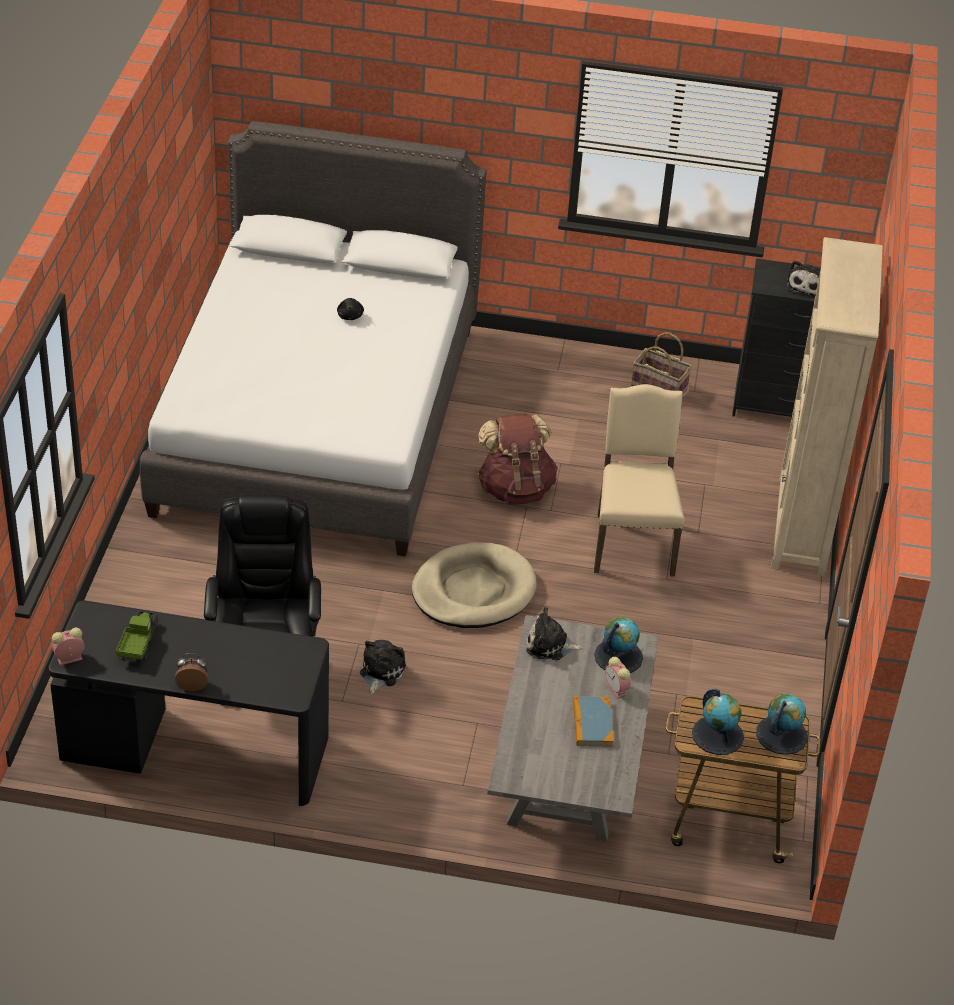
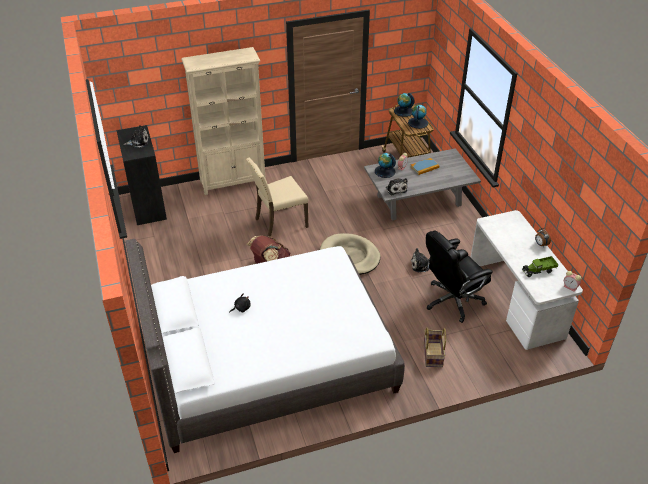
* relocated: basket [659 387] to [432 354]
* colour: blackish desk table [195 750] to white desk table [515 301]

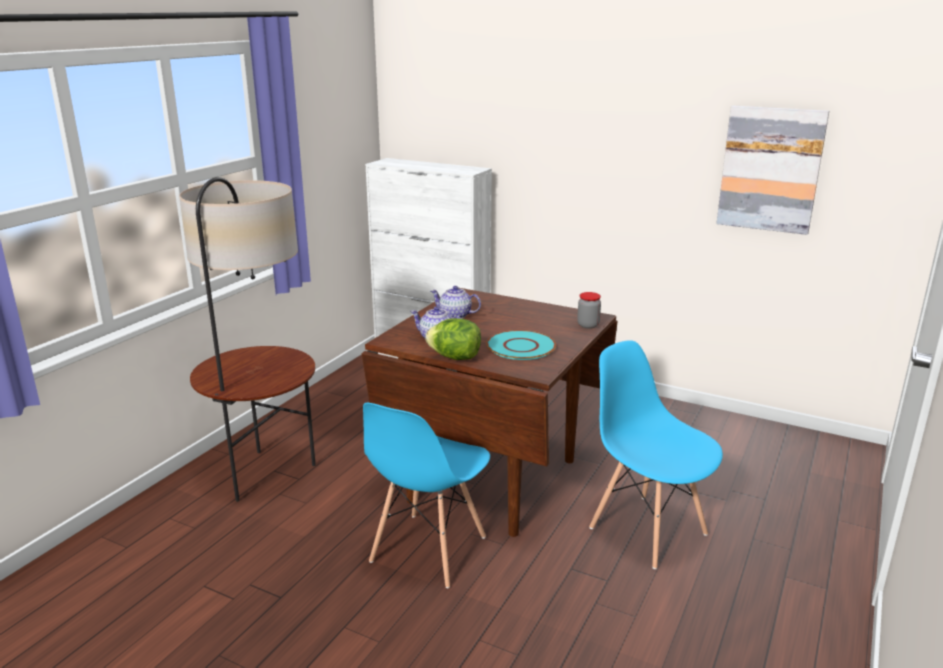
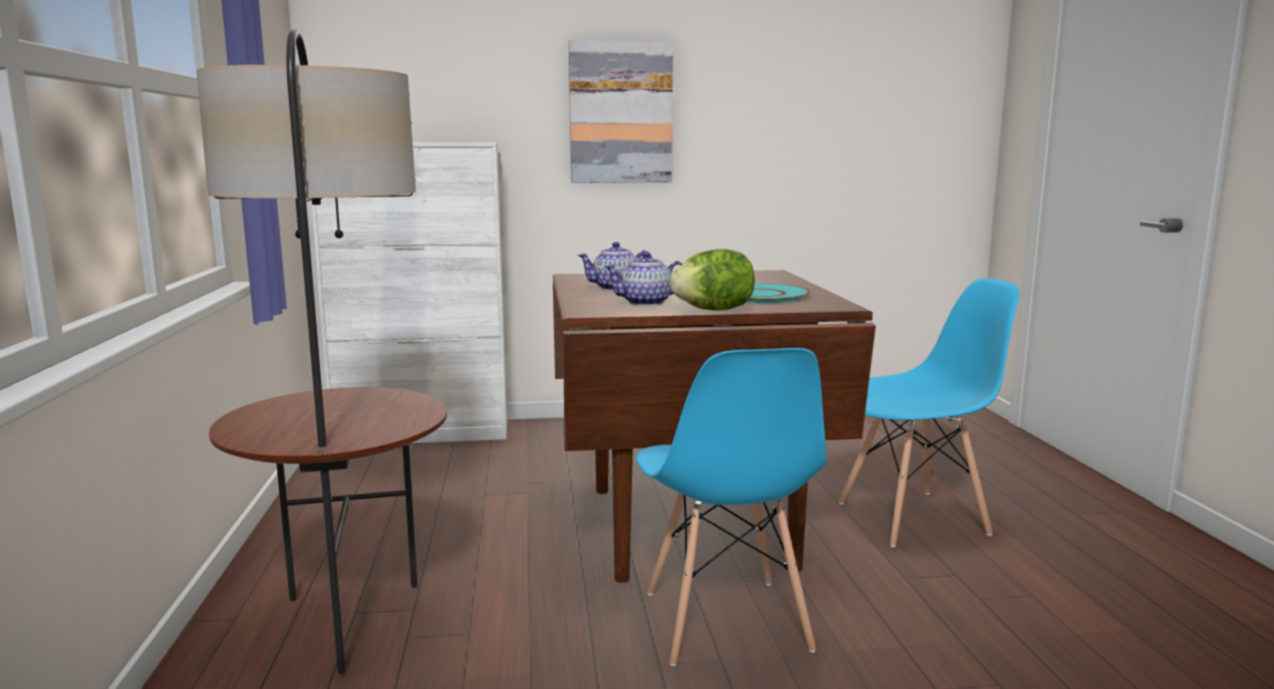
* relocated: wall art [770 169] to [621 113]
* spun: blue chair [647 530] = [914 518] 150 degrees clockwise
* missing: preserve jar [588 325]

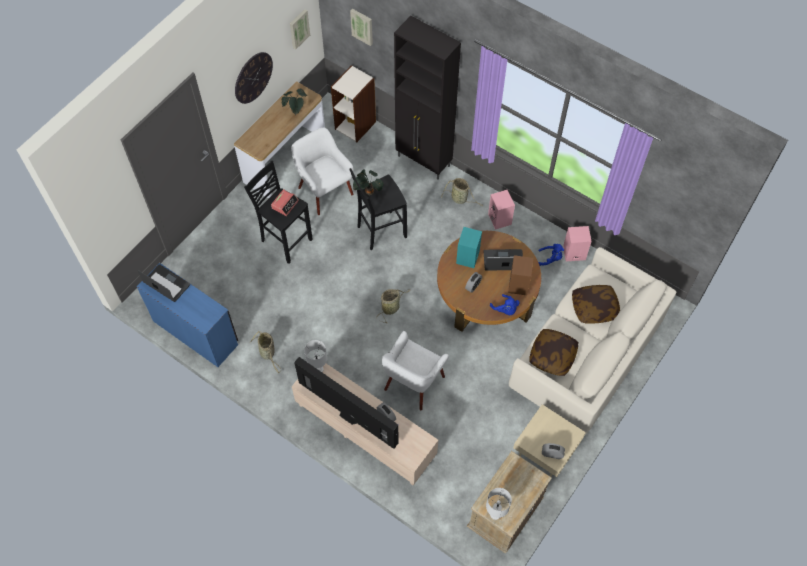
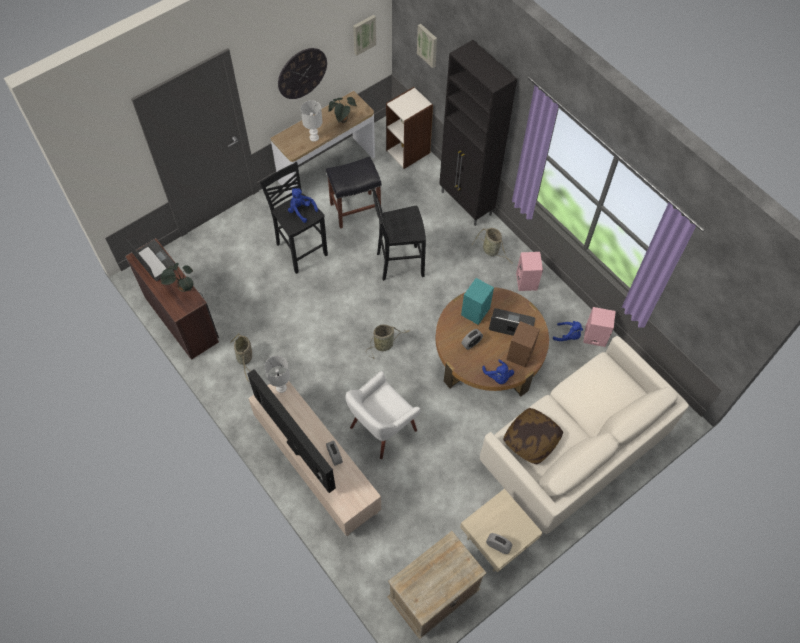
* colour: blue desk table [196 331] to brown desk table [182 318]
* relocated: potted plant [368 192] to [182 289]
* exchanged: table clock [285 204] to blue soft toy [301 210]
* relocated: white table lamp [495 514] to [314 138]
* exchanged: white lounge chair [324 191] to blackish stool seat [356 209]
* missing: throw pillow [594 308]

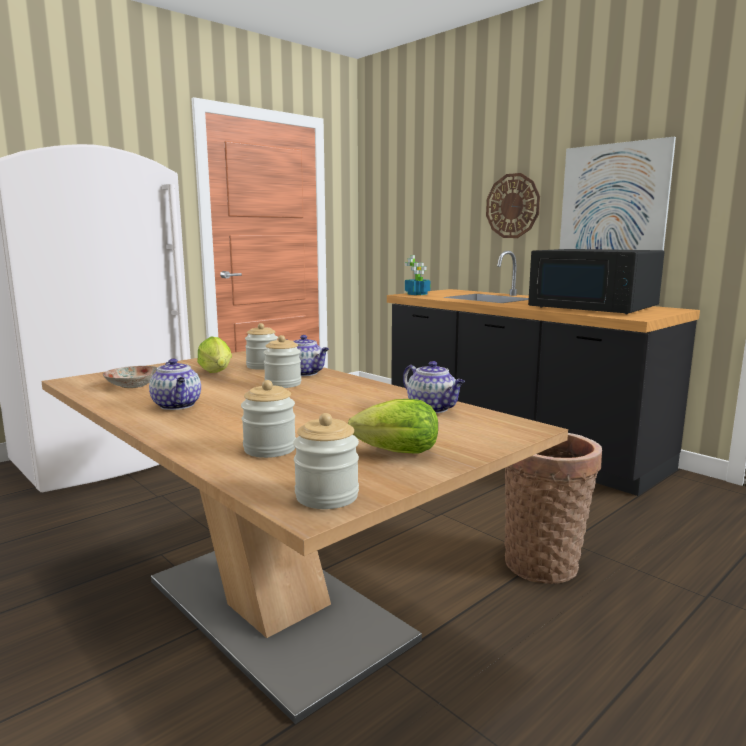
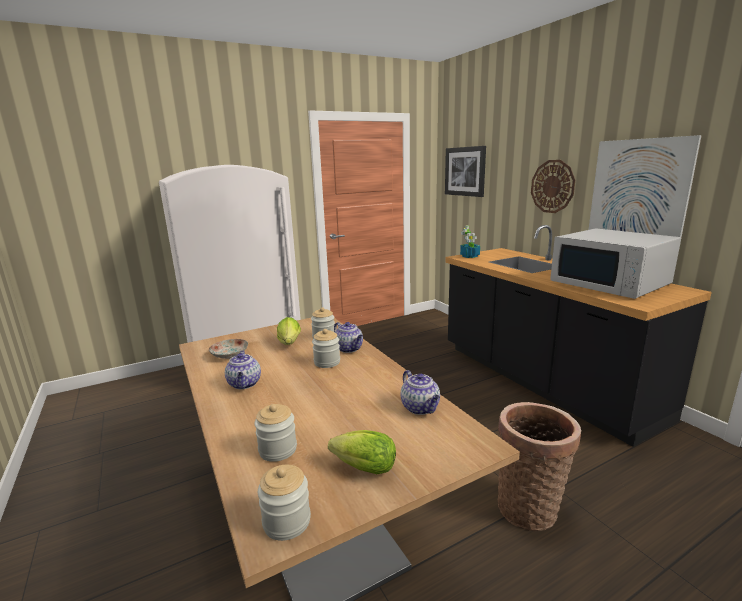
* appeared: wall art [465 171]
* colour: blackish kitchen microwave [594 307] to white kitchen microwave [610 284]

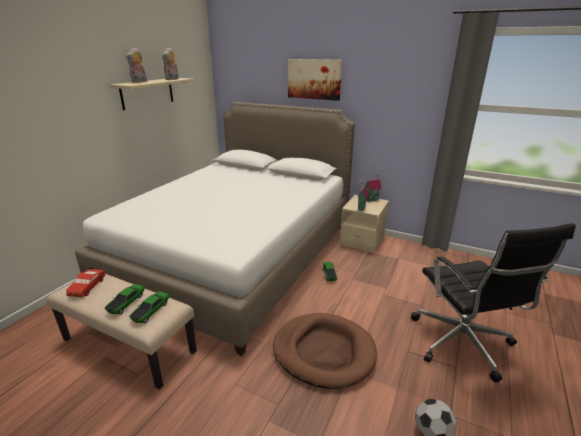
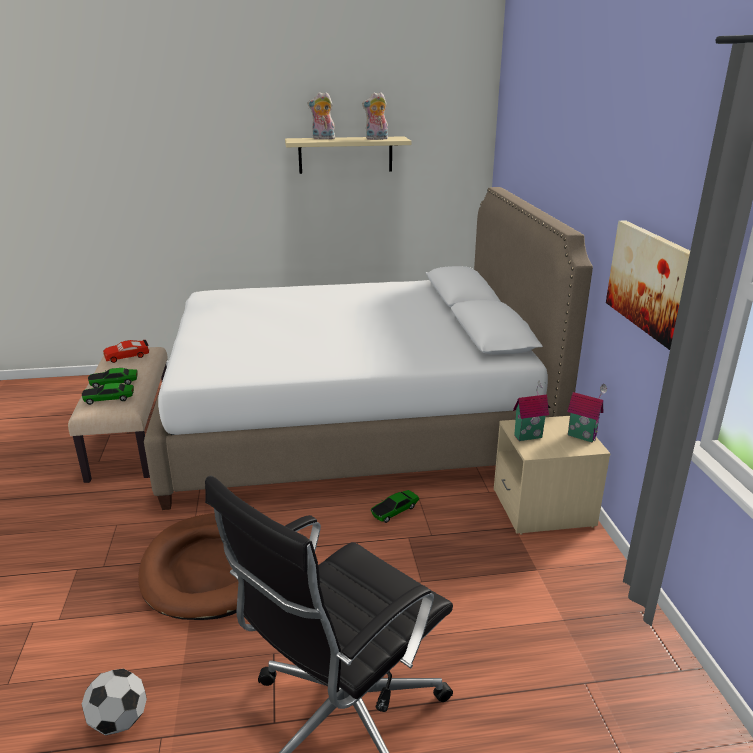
* relocated: wall art [314 79] to [652 282]

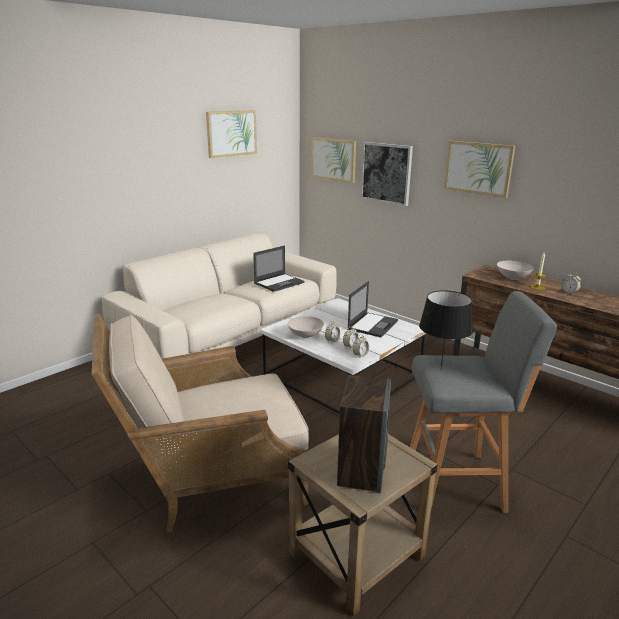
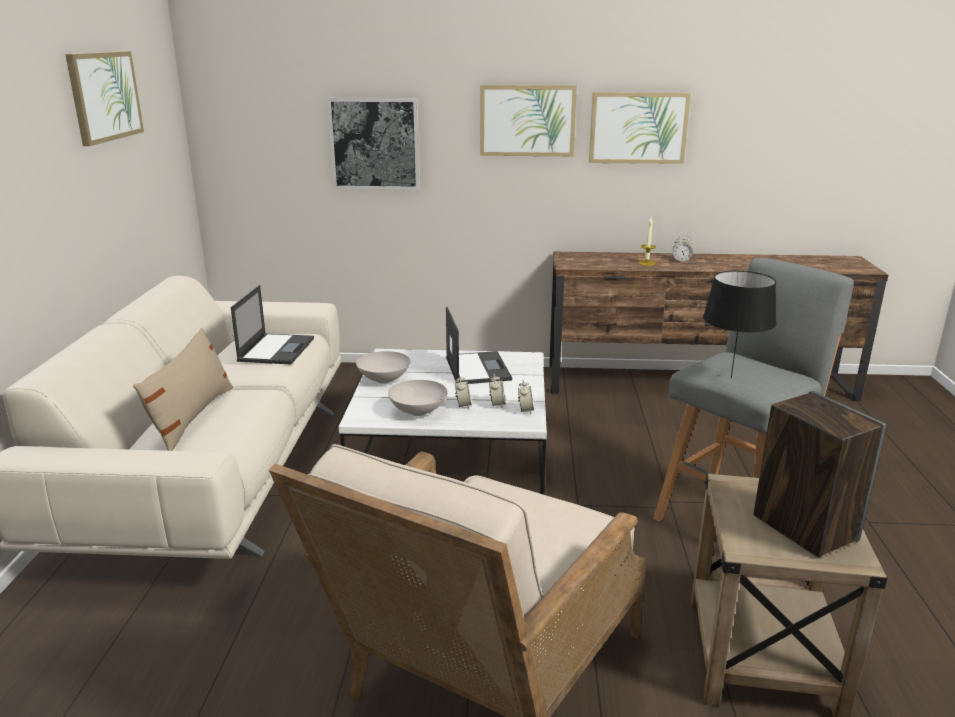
* appeared: sand-coloured throw pillow [192 417]
* relocated: white bowl [512 278] to [383 380]
* relocated: wall art [334 159] to [638 128]

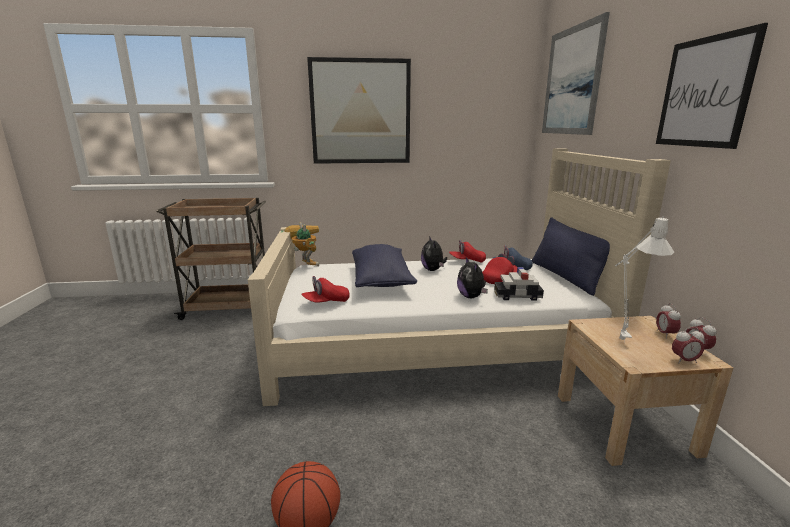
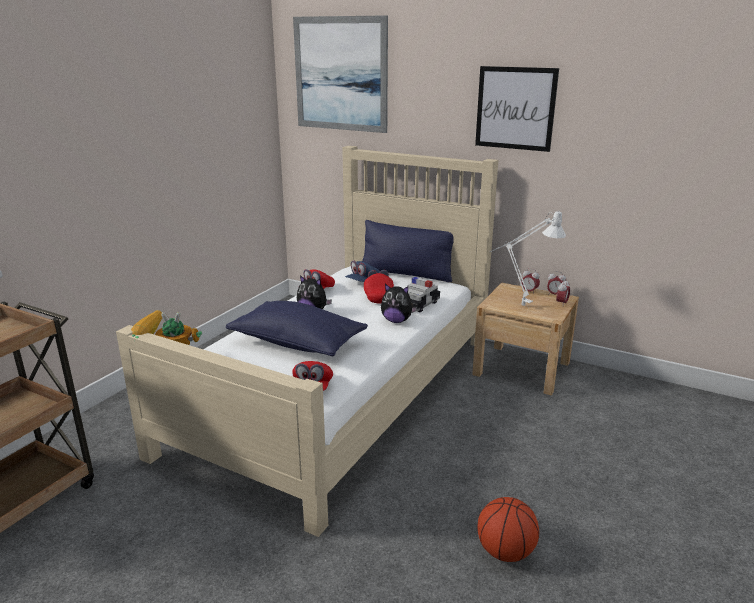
* missing: wall art [360 112]

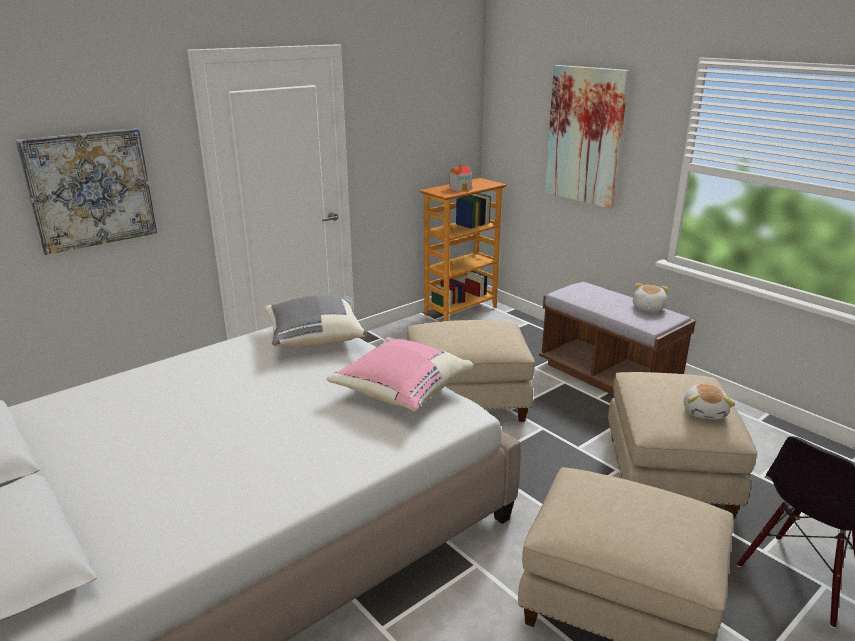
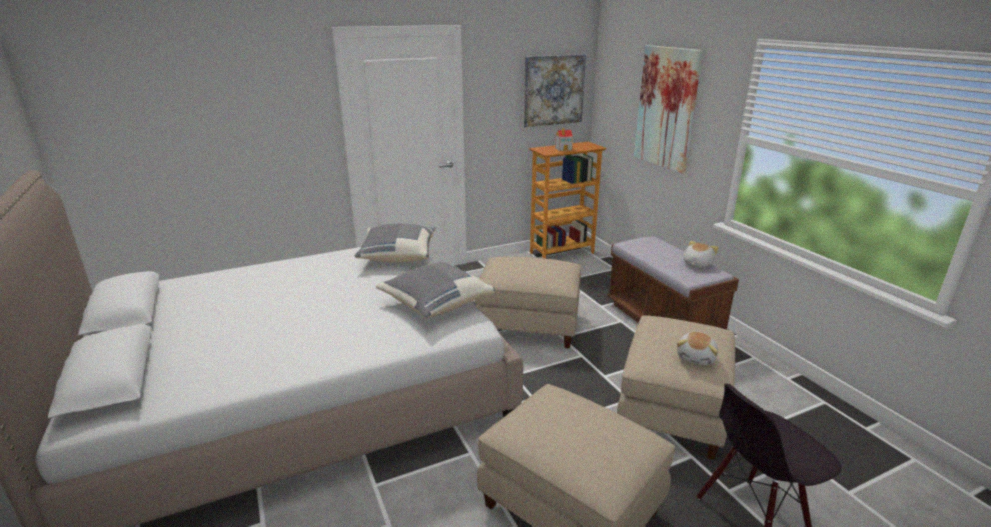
* colour: pink throw pillow [400 392] to gray throw pillow [435 304]
* relocated: wall art [90 189] to [553 90]

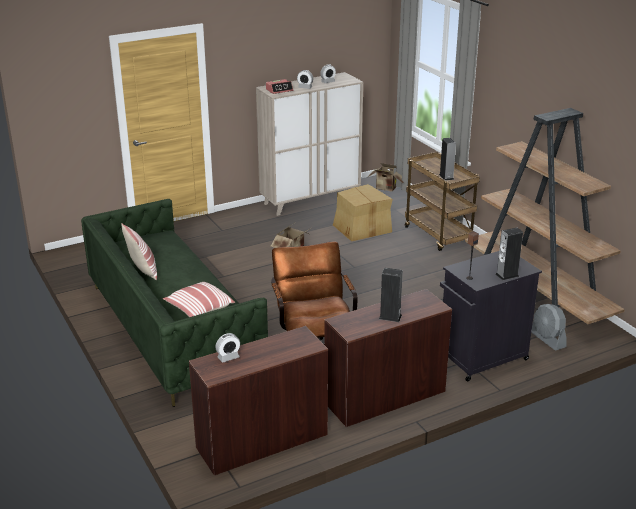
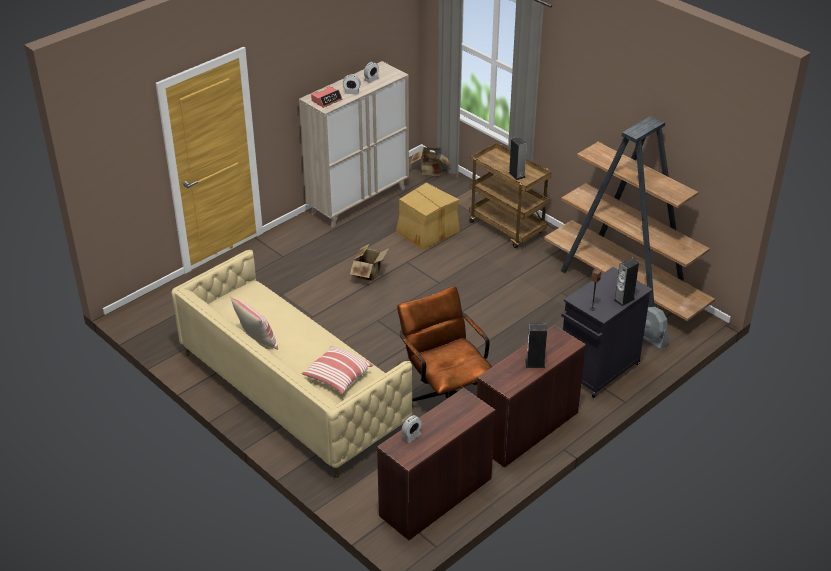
* colour: green sofa [172 329] to sand-coloured sofa [292 390]

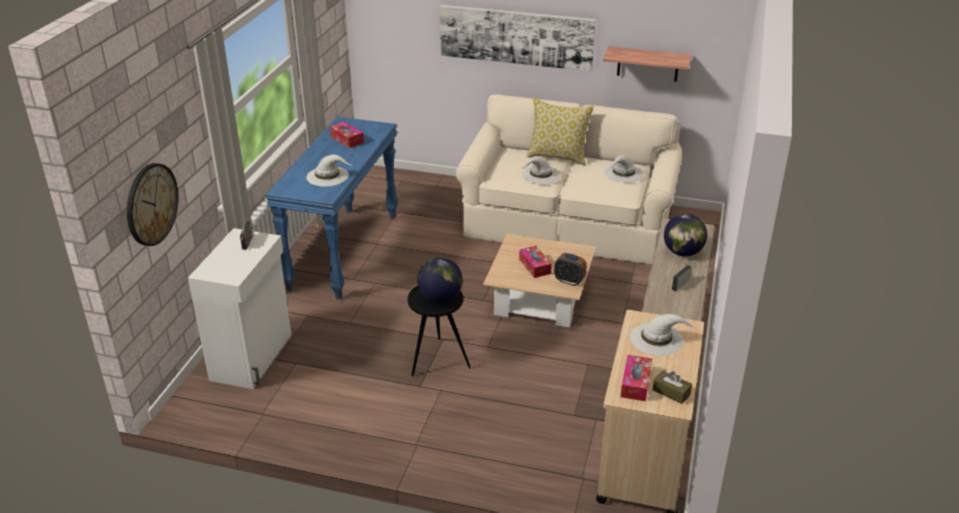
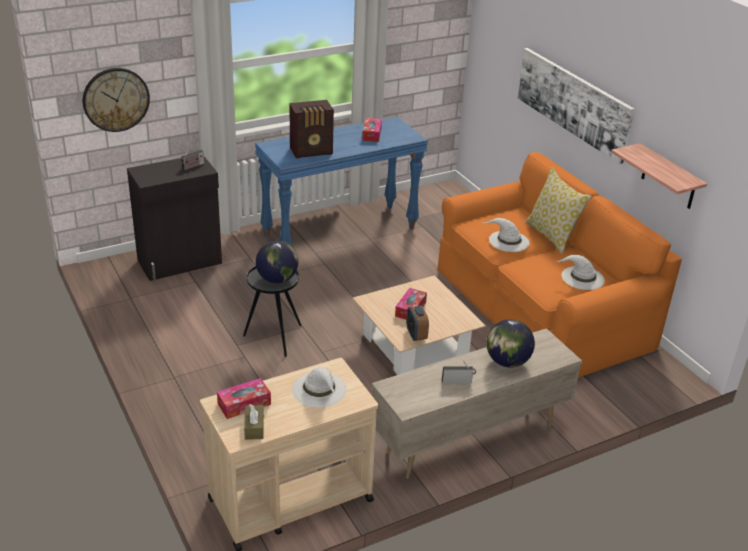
* colour: white cupboard [253 356] to blackish cupboard [180 262]
* exchanged: white hat [328 176] to radio [312 151]
* colour: sand-coloured sofa [568 222] to orange-coloured sofa [542 307]

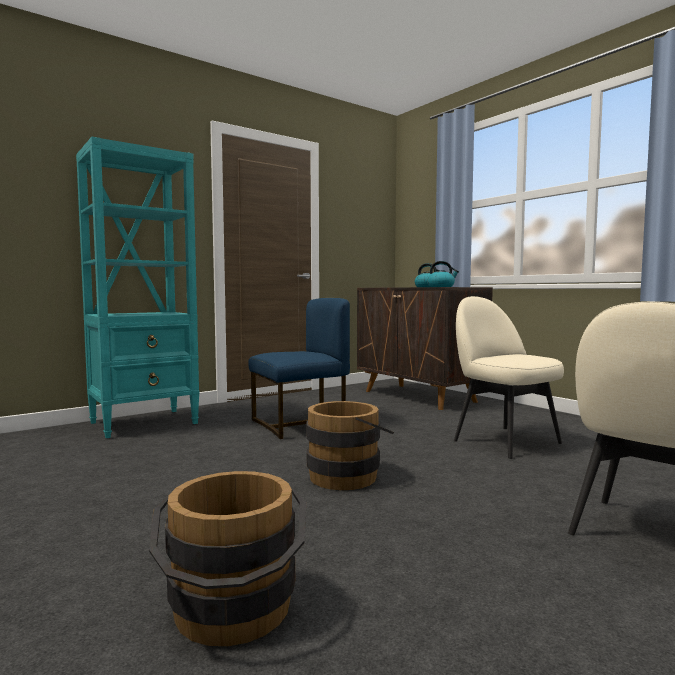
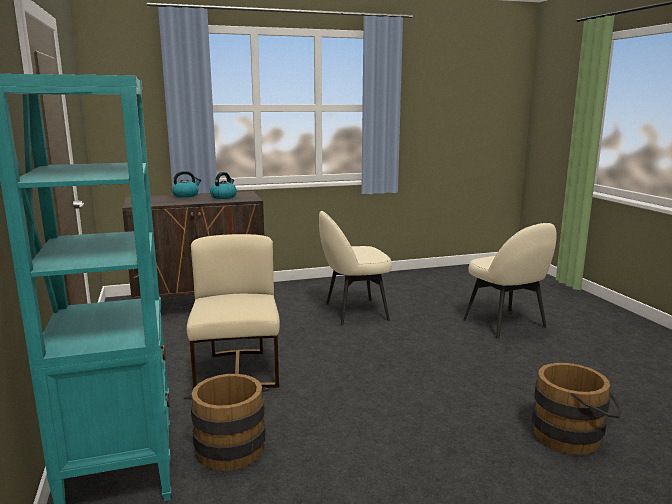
* relocated: brown pail [349 475] to [230 446]
* colour: blue chair [301 424] to sand-coloured chair [237 371]

